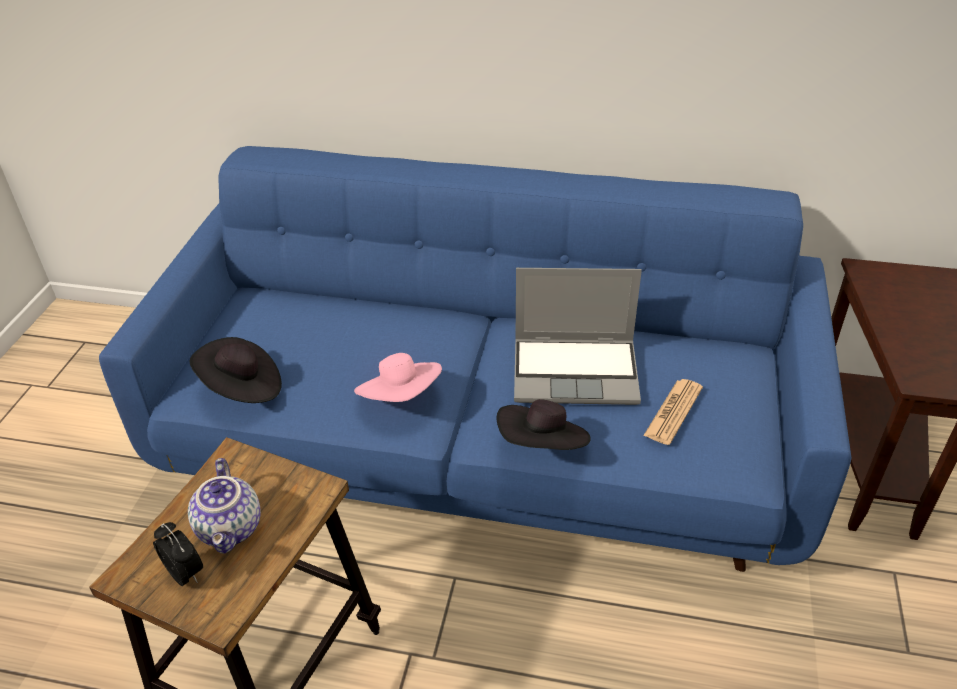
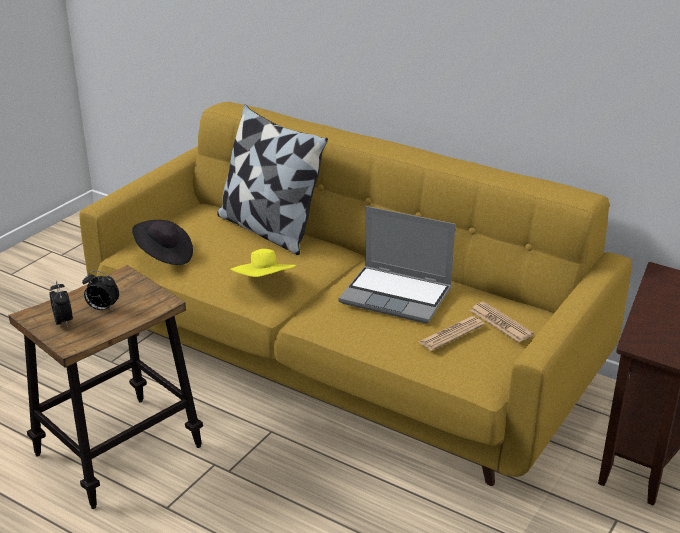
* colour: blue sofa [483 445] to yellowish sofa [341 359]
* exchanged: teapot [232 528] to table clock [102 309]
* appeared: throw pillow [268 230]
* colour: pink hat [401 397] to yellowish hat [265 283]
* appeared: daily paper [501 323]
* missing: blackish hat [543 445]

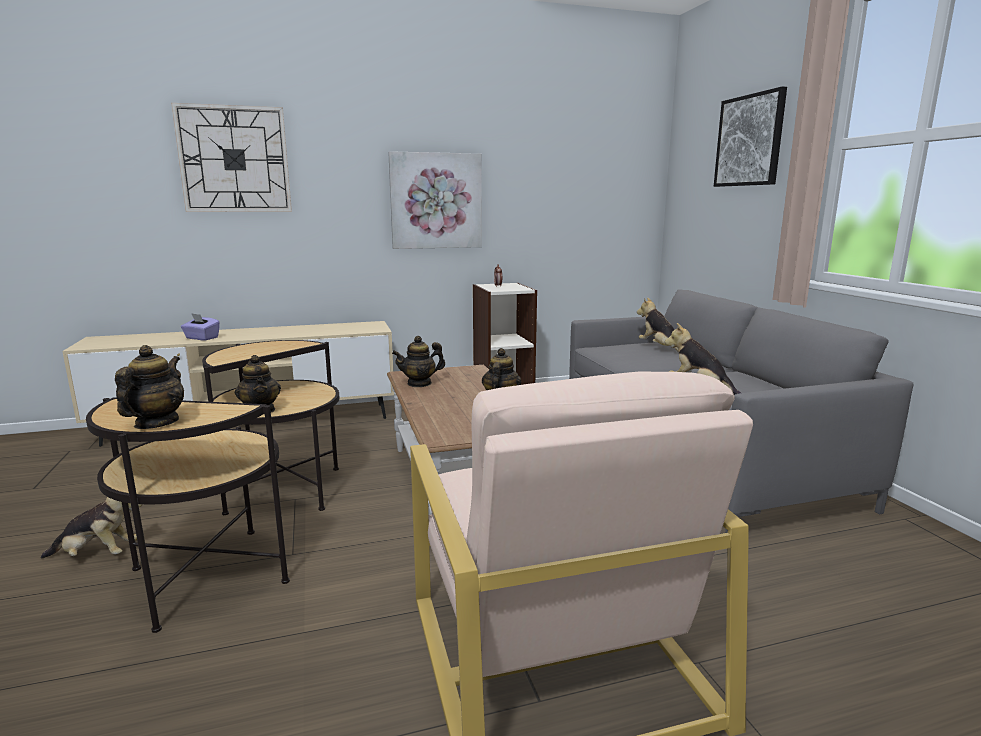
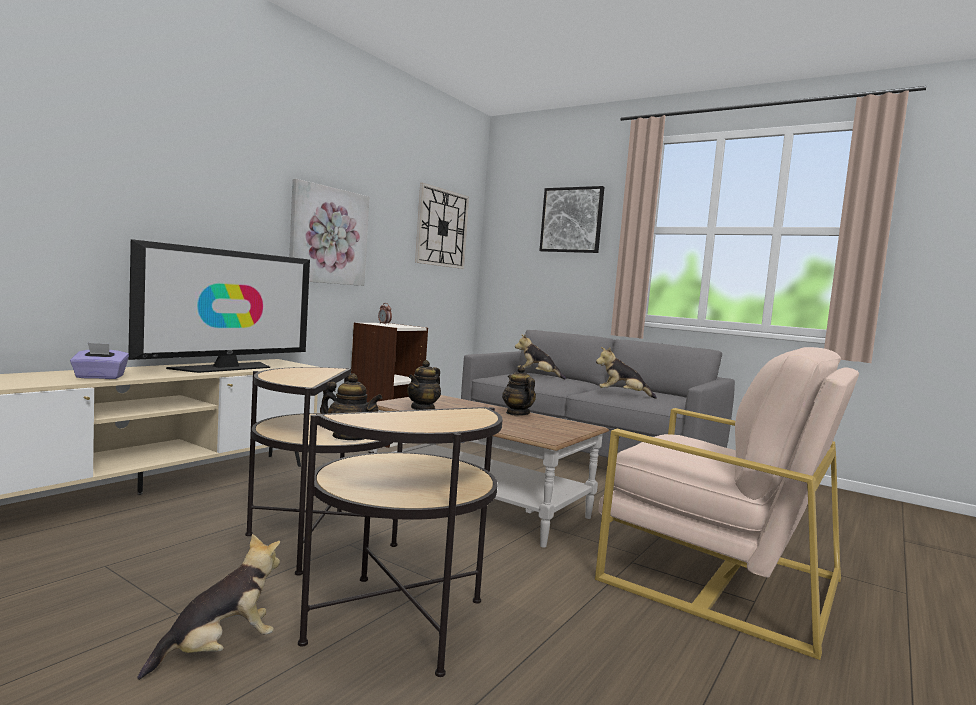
* appeared: television [226 368]
* relocated: wall clock [234 159] to [441 228]
* missing: teapot [156 423]

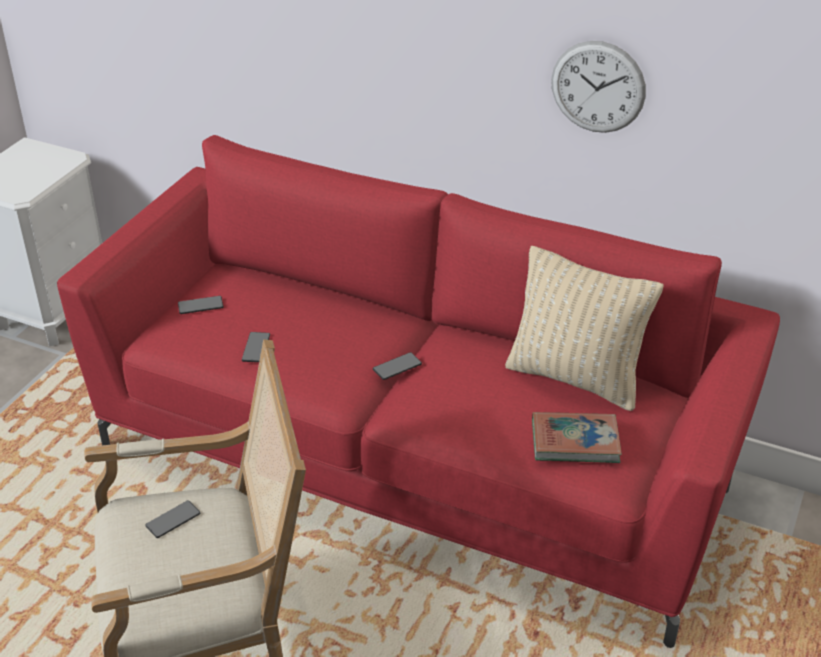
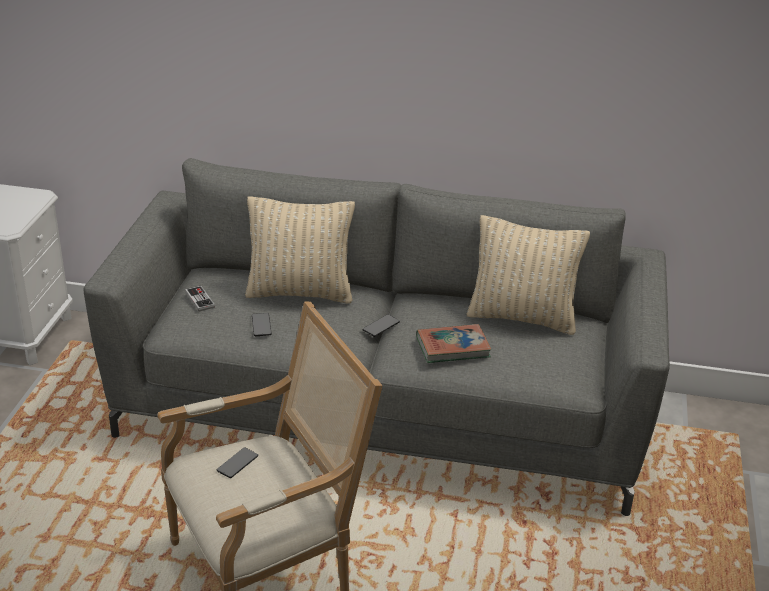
* colour: reddish sofa [412 464] to gray sofa [381 416]
* exchanged: telephone [200 306] to joypad [200 300]
* appeared: sand-coloured throw pillow [300 292]
* relocated: volume [575 442] to [453 347]
* missing: wall clock [598 87]

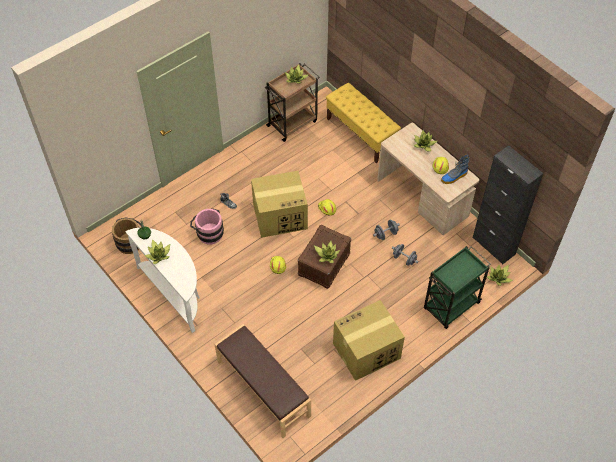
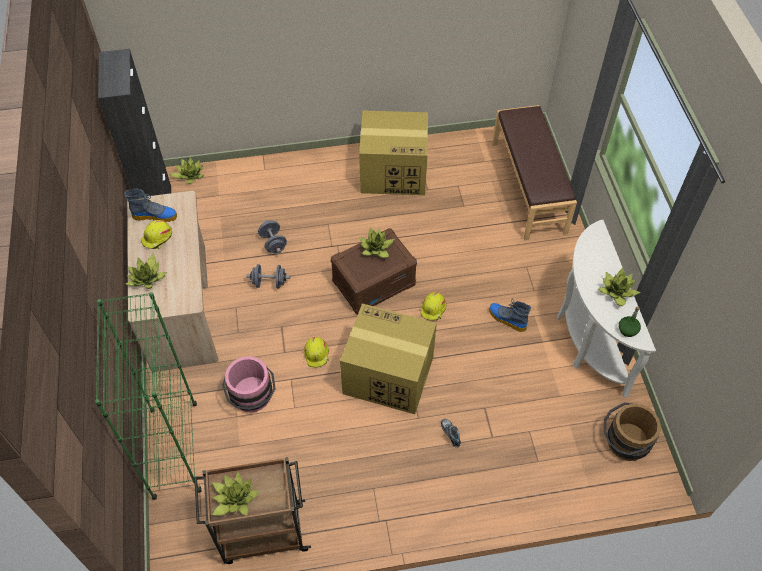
* exchanged: yellowish bench [361 134] to green shelving unit [175 450]
* relocated: pink pail [208 232] to [252 398]
* appeared: boot [506 319]
* missing: green wheeled cart [450 306]

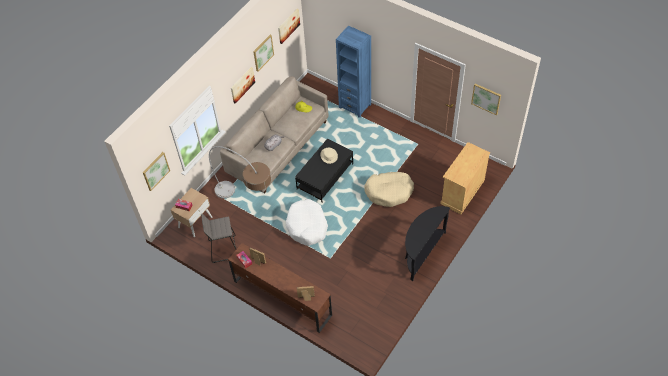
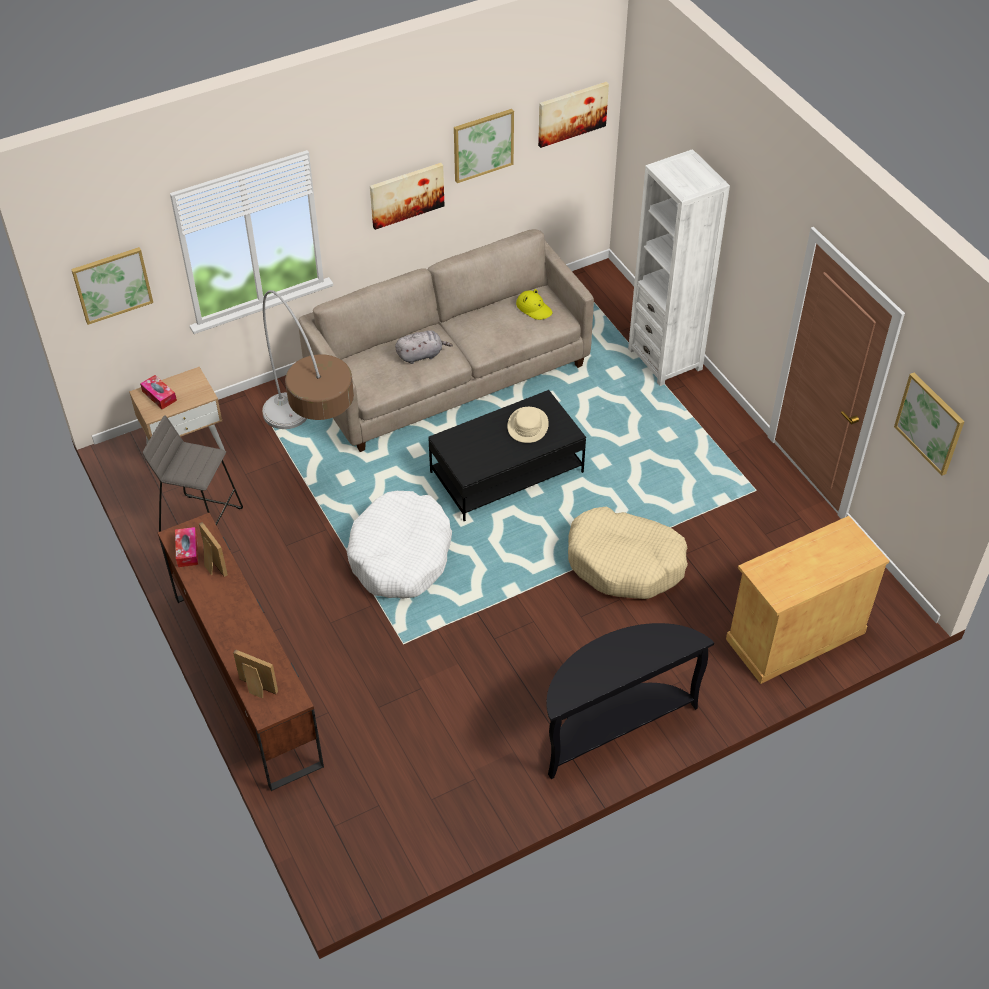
* colour: blue shelving unit [355 106] to white shelving unit [665 359]

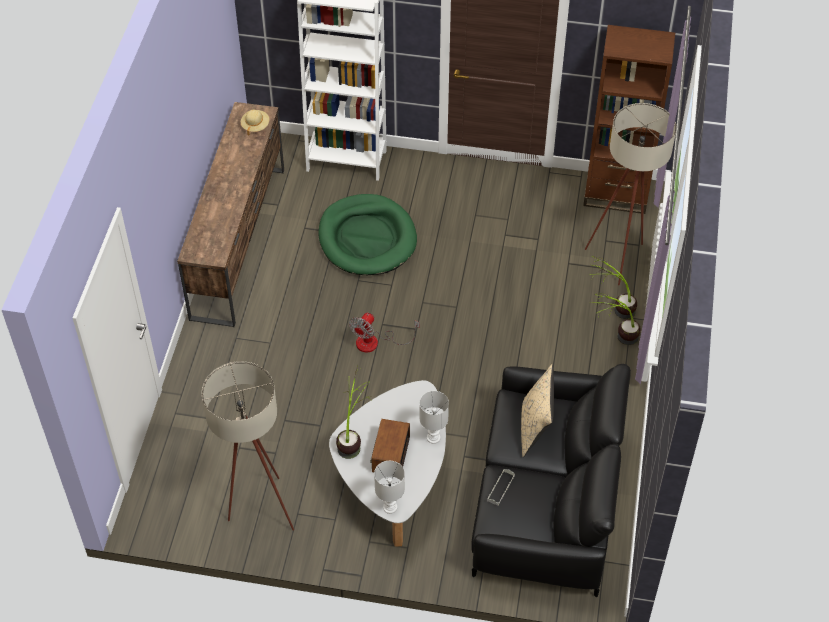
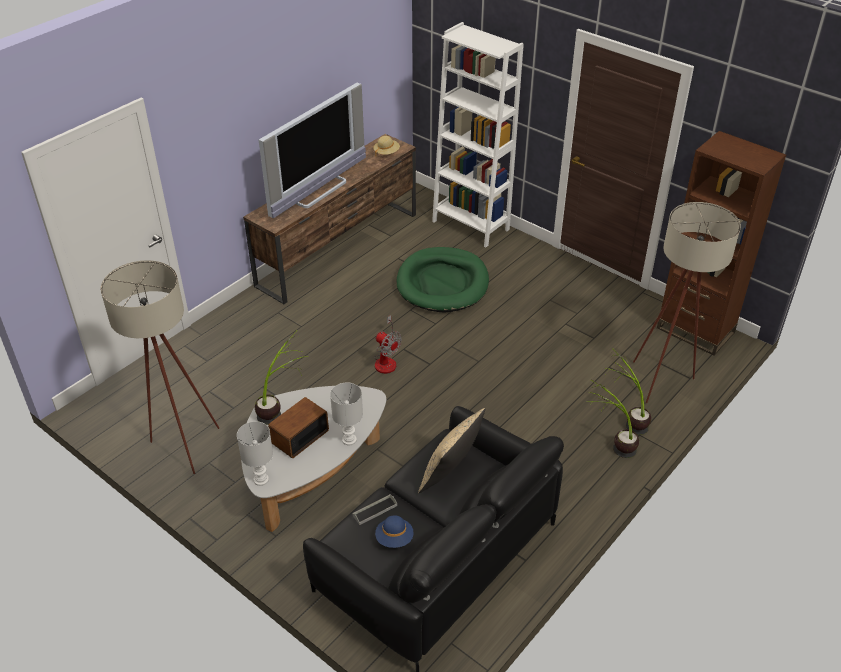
* appeared: television [318 190]
* spun: electric fan [375 342] = [386 360] 105 degrees counterclockwise
* appeared: blue hat [394 538]

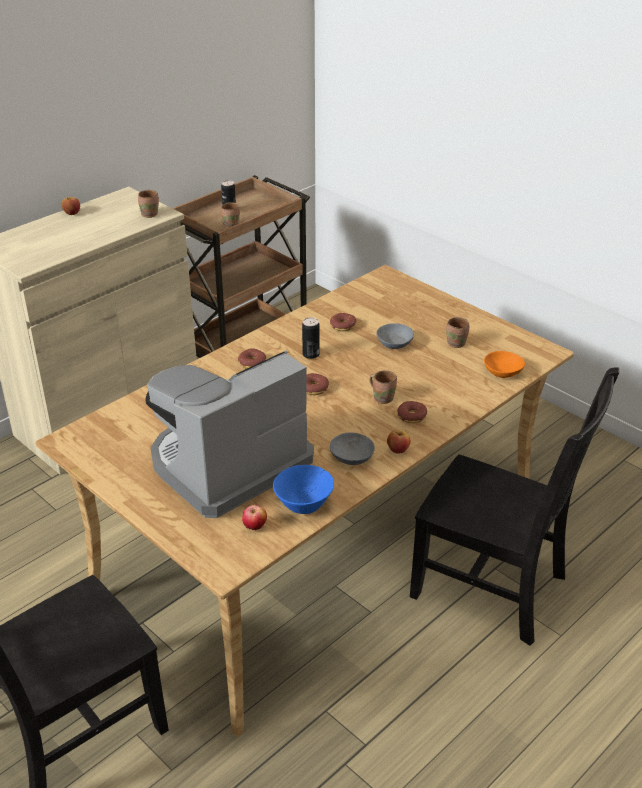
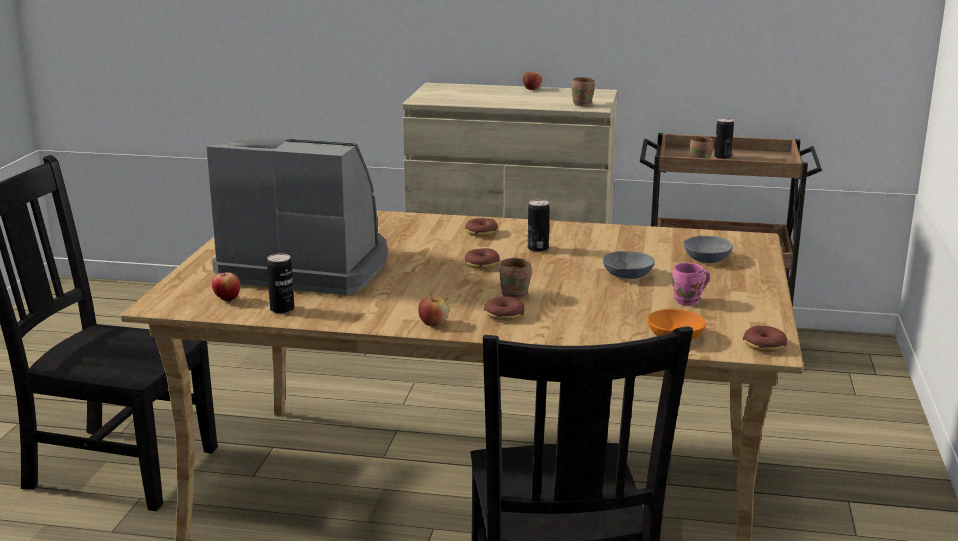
* exchanged: blue bowl [303 507] to metal can [282 309]
* colour: brown coffee mug [457 343] to pink coffee mug [689 301]
* relocated: gray bowl [350 457] to [705 258]
* relocated: donut [342 326] to [764 345]

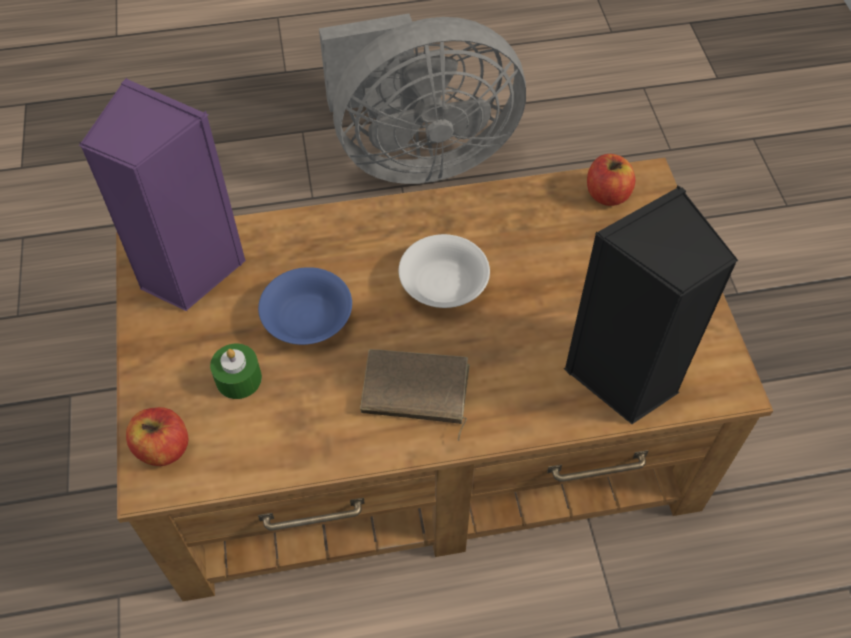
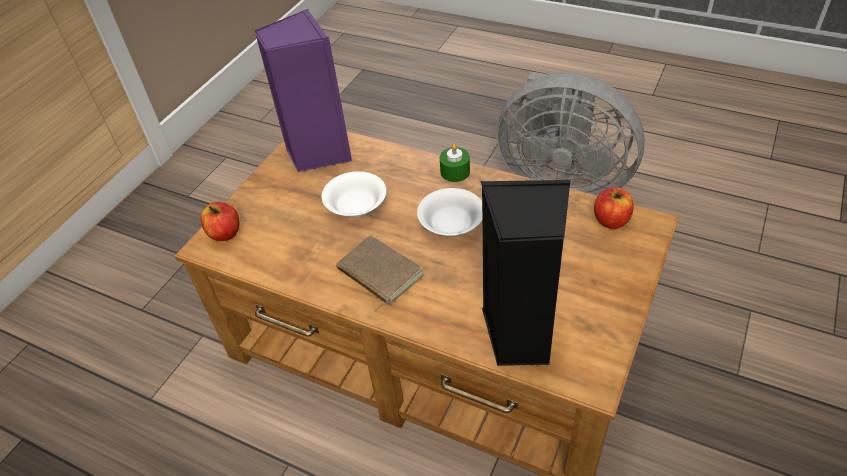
* colour: blue bowl [306 319] to white bowl [355 205]
* relocated: green wax light [238 379] to [455 172]

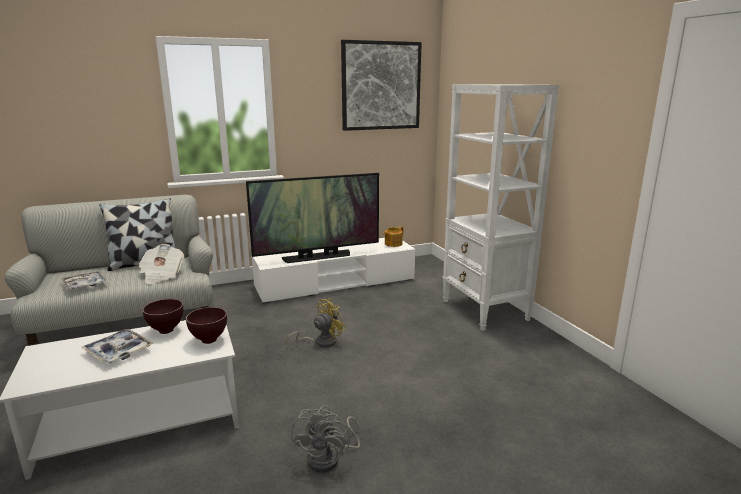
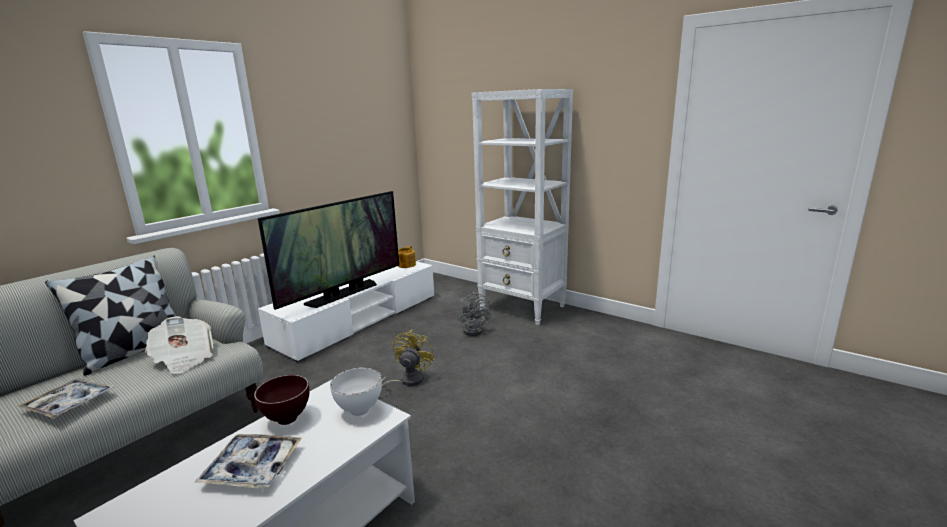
* colour: brown bowl [209 340] to white bowl [359 410]
* relocated: gray electric fan [330 459] to [475 329]
* missing: wall art [381 86]

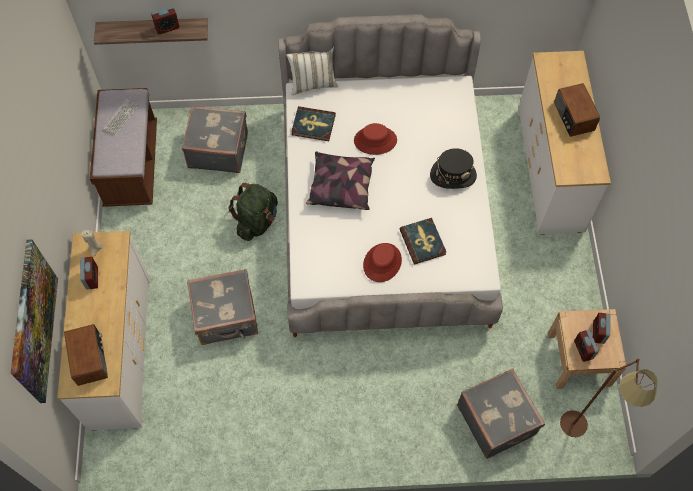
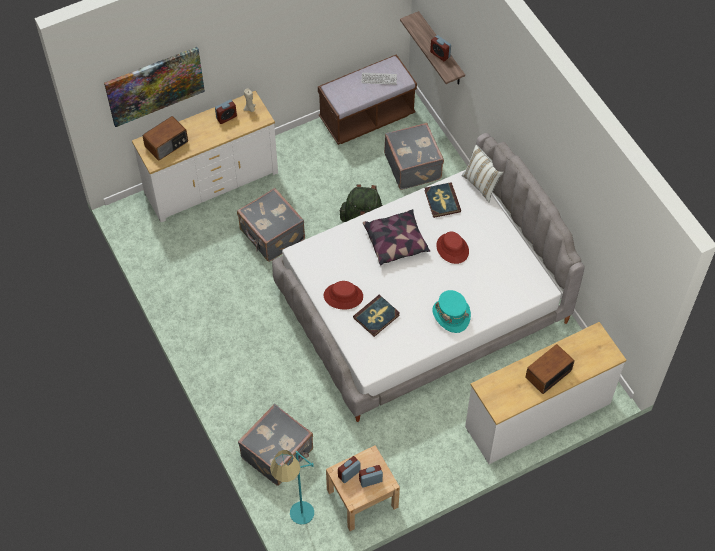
* colour: brown floor lamp [583 433] to turquoise-coloured floor lamp [297 522]
* colour: blackish hat [453 175] to turquoise-coloured hat [451 315]

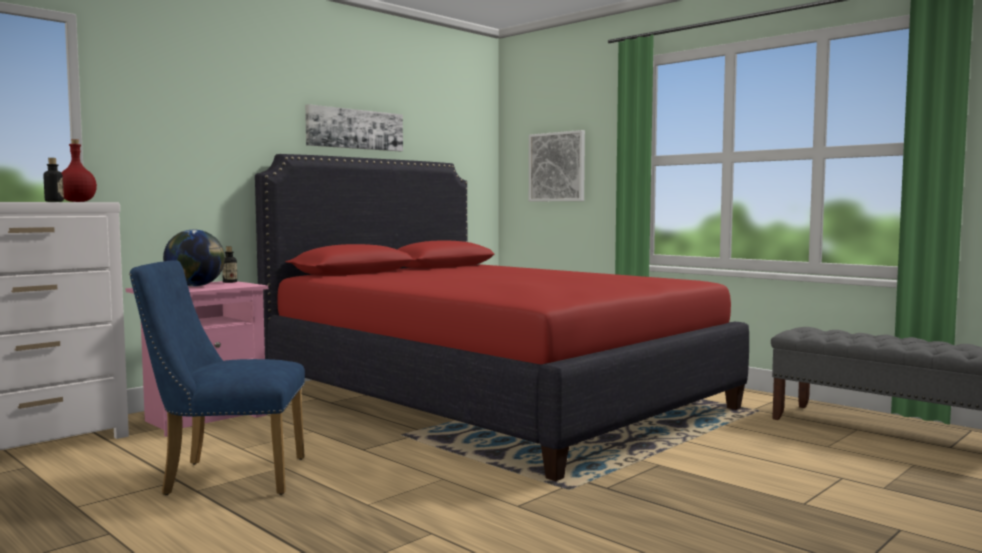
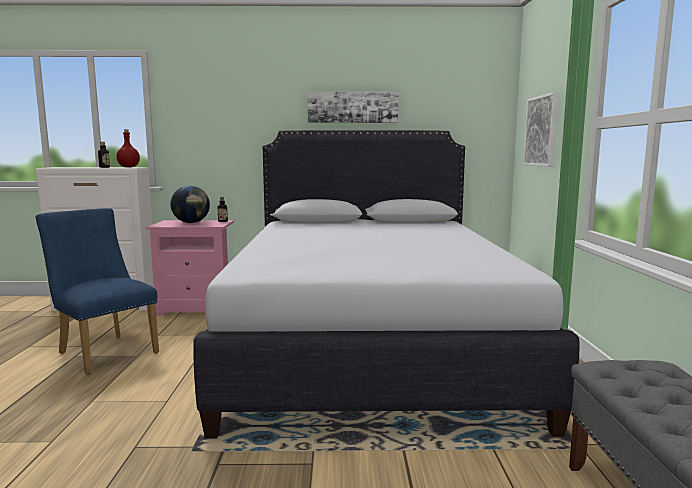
* colour: reddish bed [491 399] to white bed [369 344]

